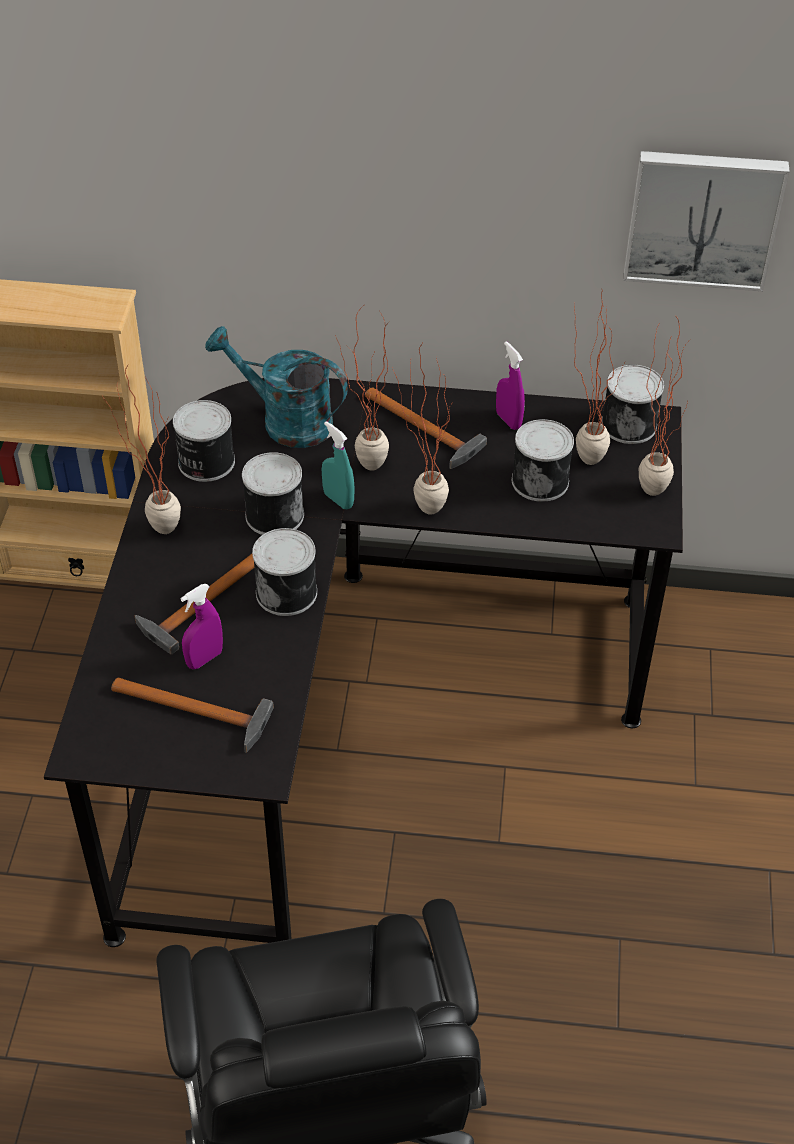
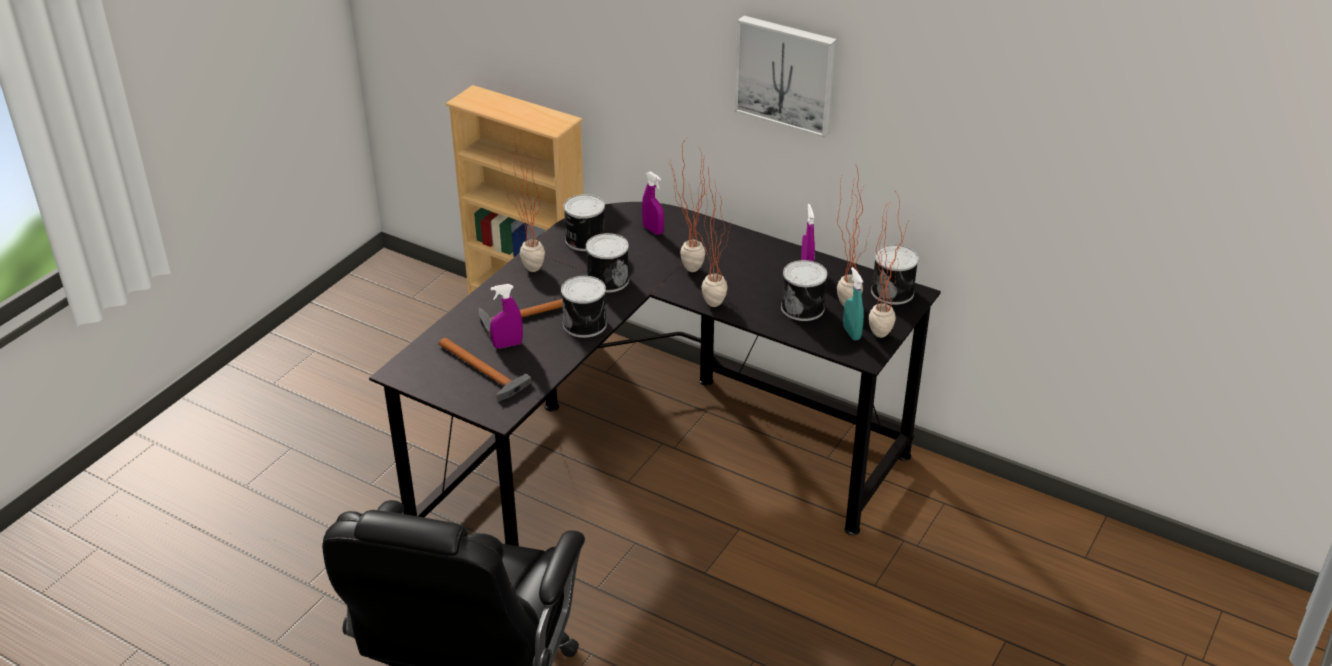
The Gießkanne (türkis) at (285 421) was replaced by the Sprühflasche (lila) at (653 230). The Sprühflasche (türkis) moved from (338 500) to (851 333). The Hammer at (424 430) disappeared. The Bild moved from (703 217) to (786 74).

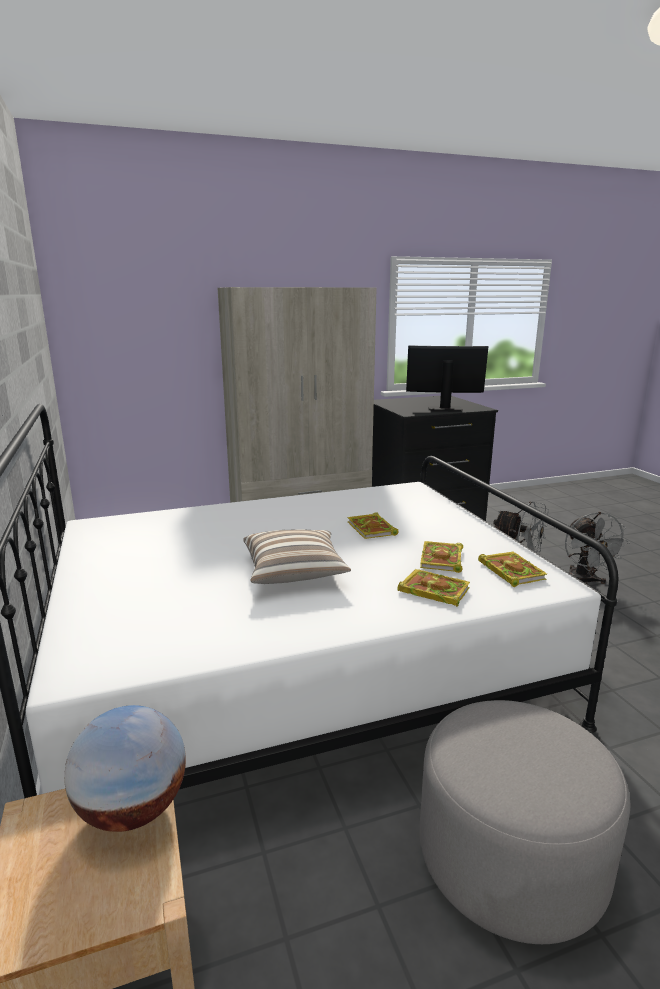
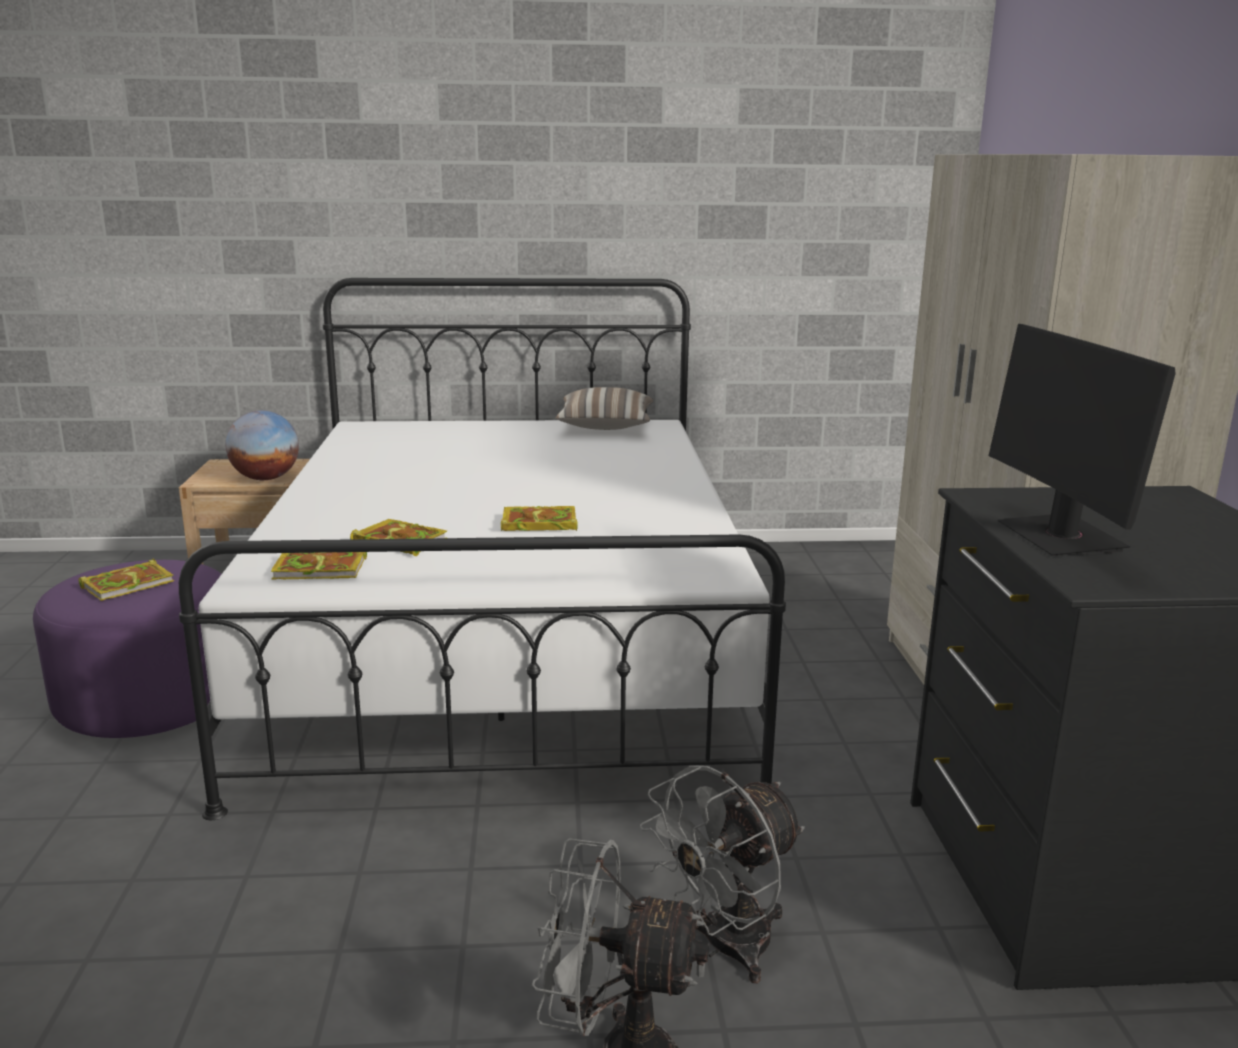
The Kissen moved from (294 572) to (605 428). The Buch moved from (432 590) to (129 584). The Monitor at (444 409) turned 150 degrees clockwise. The Polsterhocker (grau) at (511 857) became the Polsterhocker (lila) at (149 700).

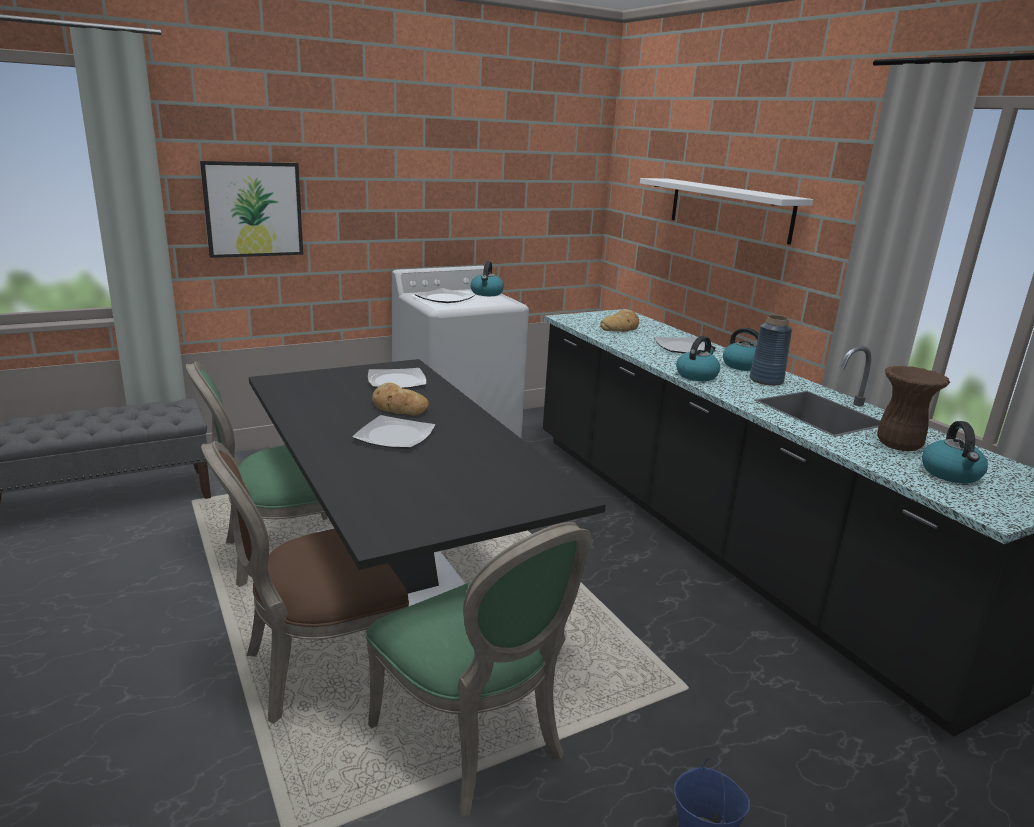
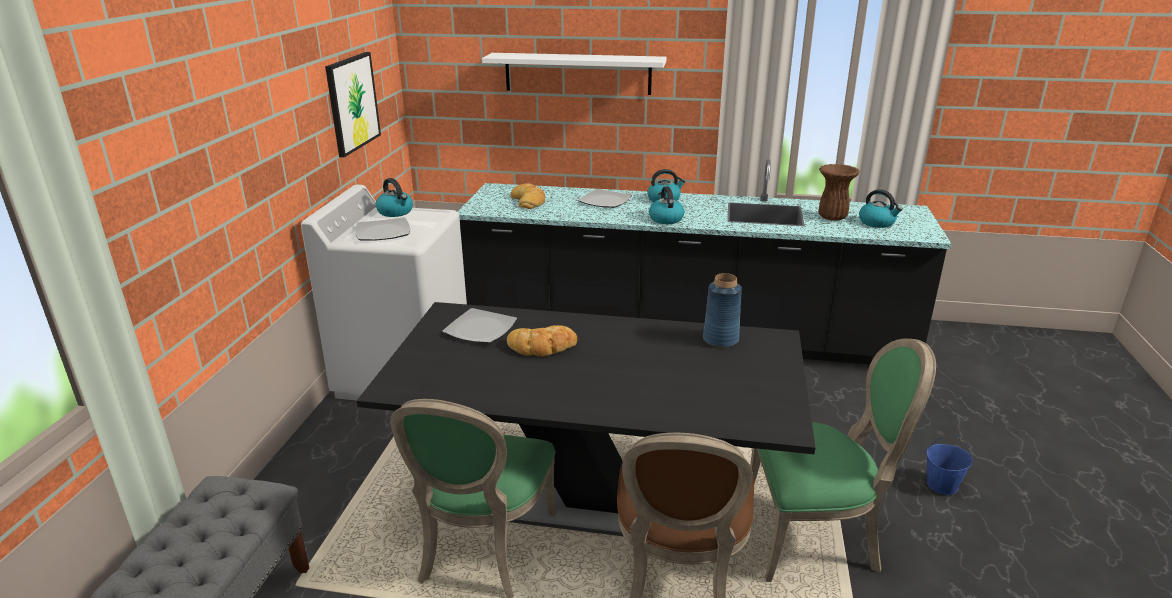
The Bild moved from (253 209) to (352 103). The Teller at (395 436) disappeared. The Vase (blau) moved from (766 380) to (720 339).

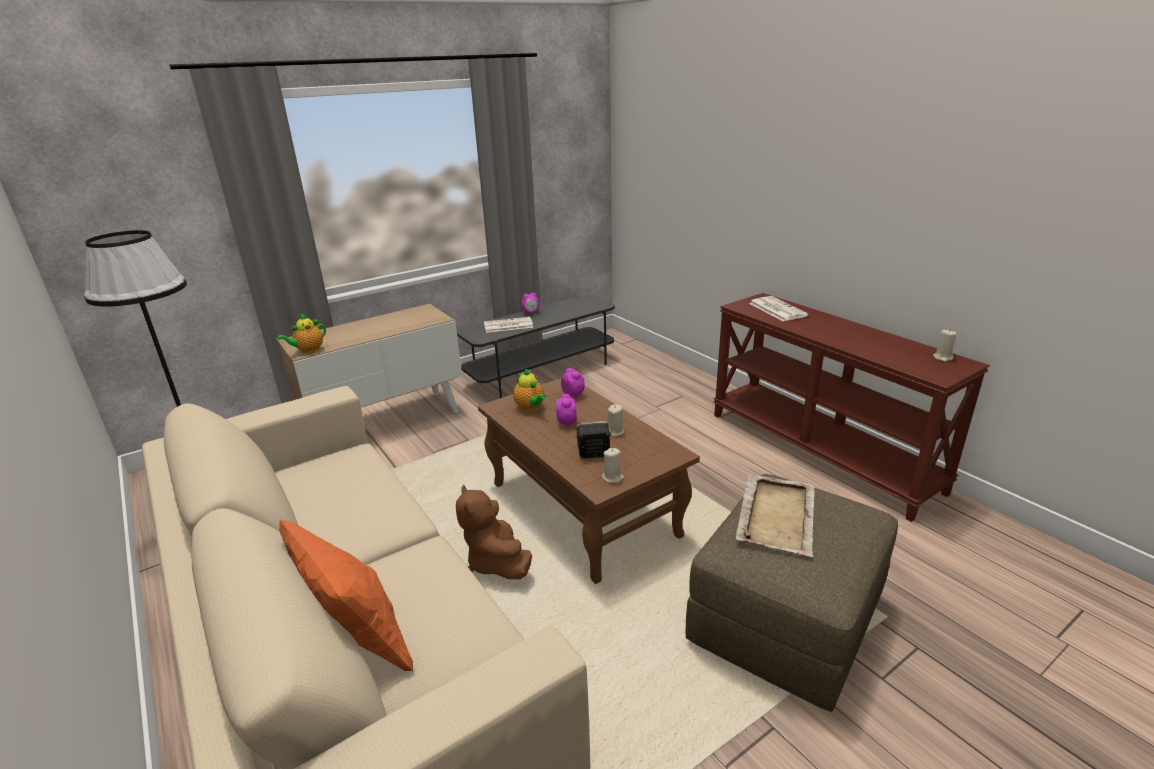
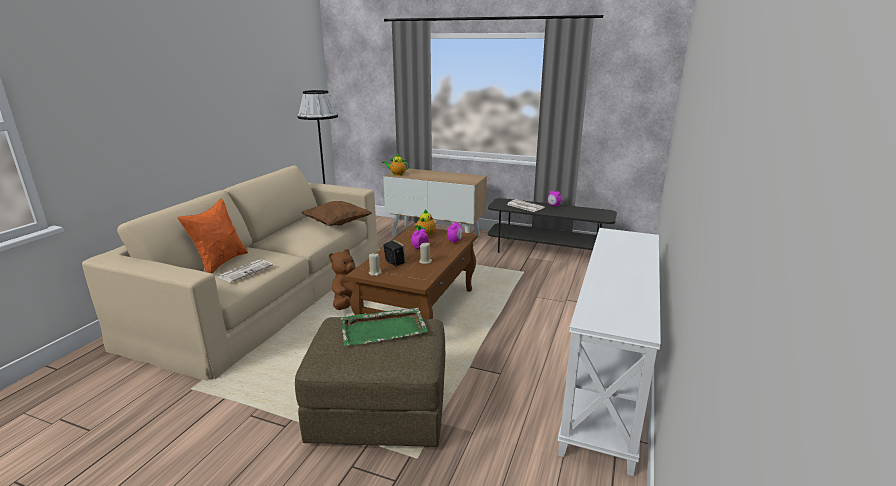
The Konsolentisch (braun) at (820 451) became the Konsolentisch (weiß) at (608 385). The Tablett (beige) at (777 515) became the Tablett (grün) at (384 329). The Zeitung moved from (776 309) to (246 271). The Kerze (beige) at (943 357) disappeared. The Kissen (braun) at (337 224) appeared.

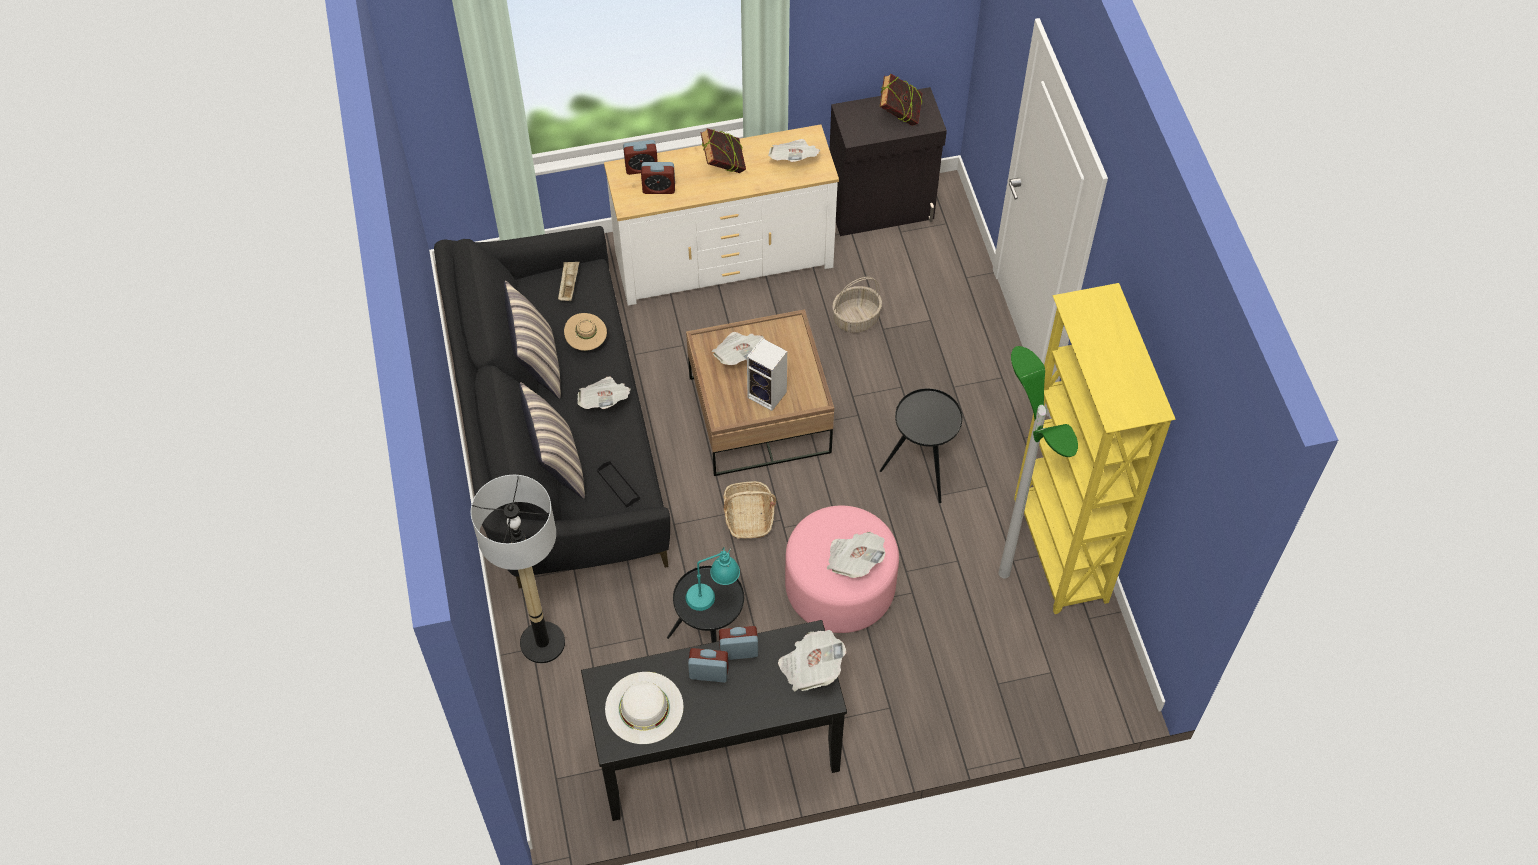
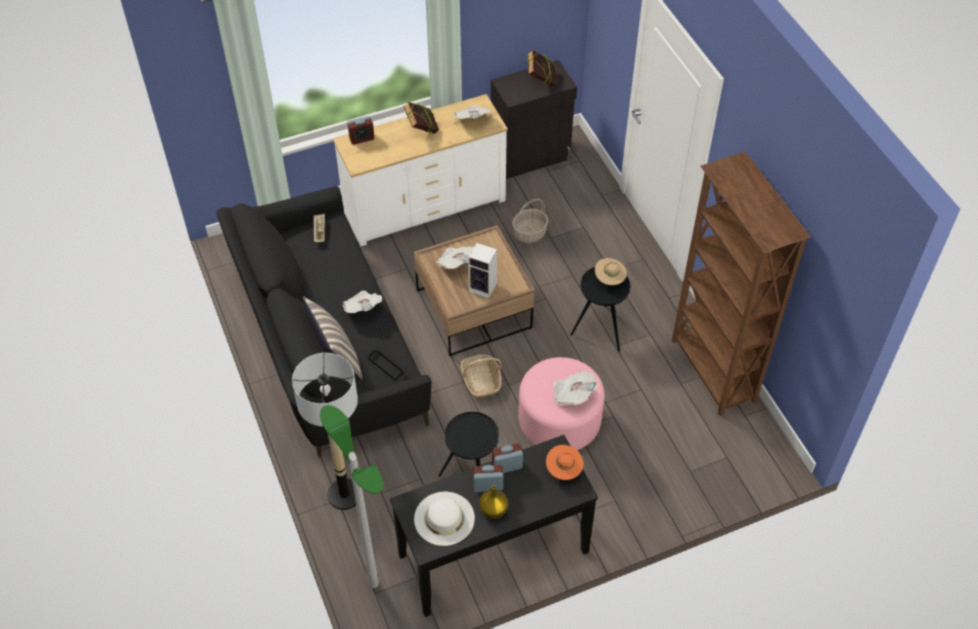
The Kissen at (537 364) disappeared. The Hut (beige) moved from (586 341) to (609 279). The Wecker at (659 188) disappeared. The Tischlampe (türkis) at (713 595) disappeared. The Zeitung at (811 668) was replaced by the Hut (orange) at (564 470). The Stehlampe moved from (1003 573) to (373 583). The Bücherregal (gelb) at (1059 551) became the Bücherregal (braun) at (712 372). The Vase (gelb) at (494 510) appeared.

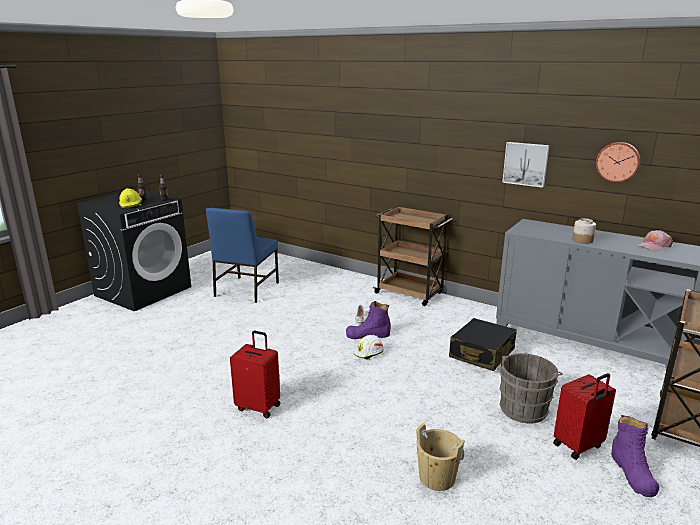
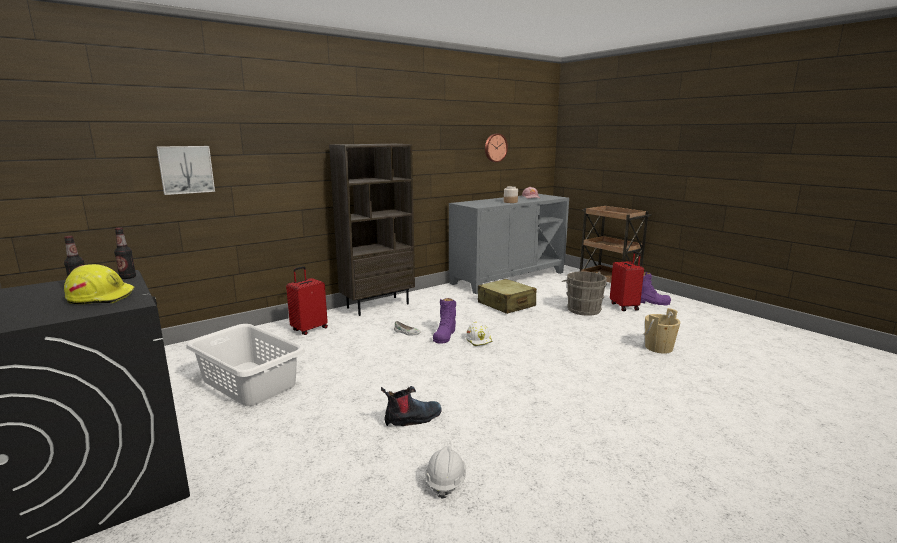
The Stuhl (blau) at (246 290) was replaced by the Wäschekorb (weiß) at (248 383). The Koffer (rot) moved from (259 407) to (309 329). The Rollwagen (braun) at (410 293) was replaced by the Bücherregal (braun) at (378 305). The Koffer (schwarz) at (481 354) became the Koffer (beige) at (506 304). The Bild moved from (525 164) to (186 169). The Stiefel at (412 419) appeared. The Schutzhelm (weiß) at (445 481) appeared.

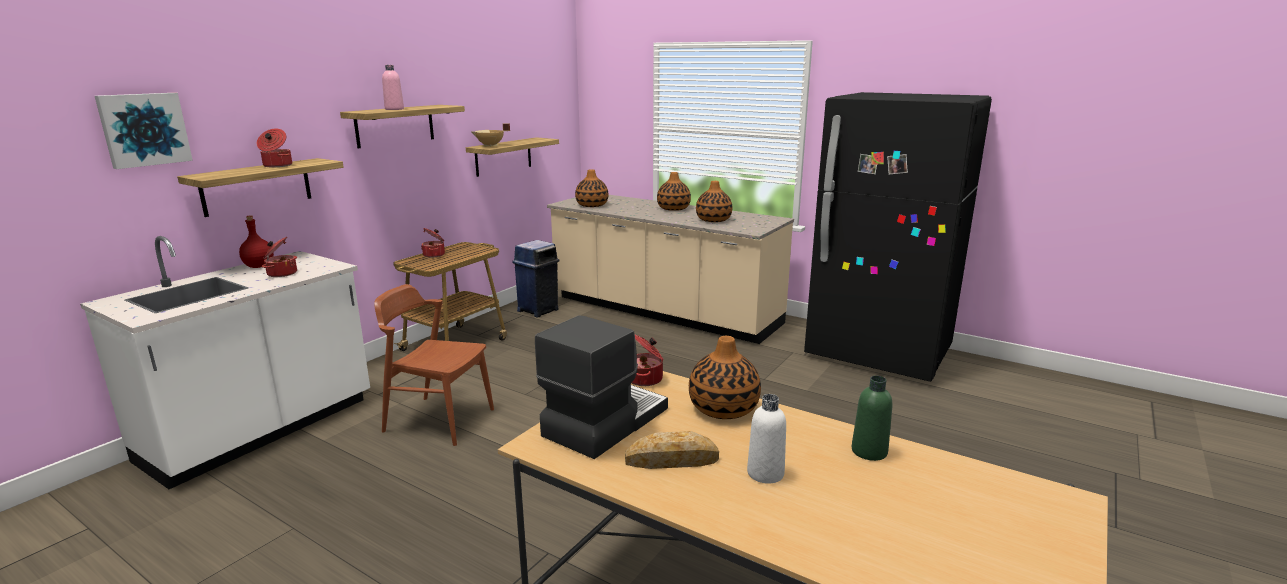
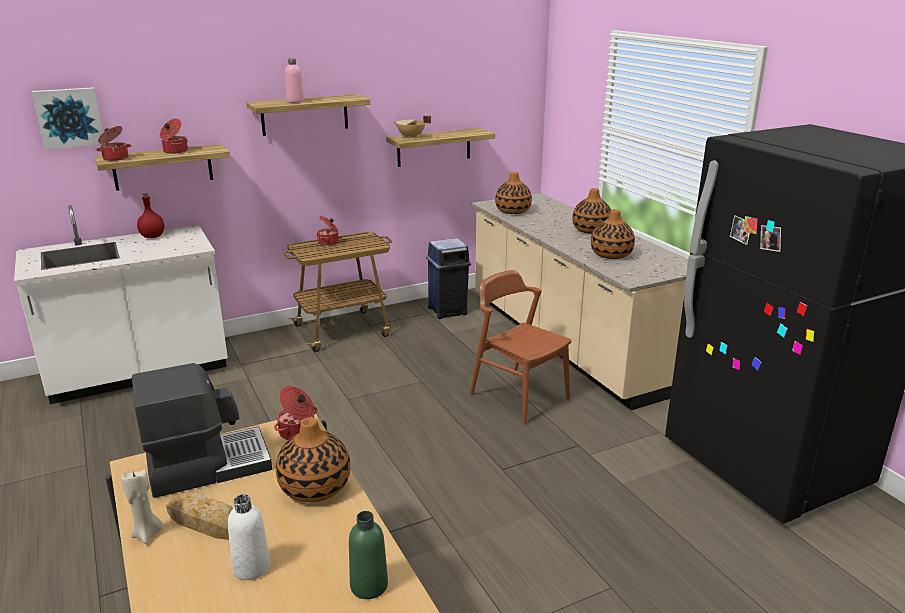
The Kochtopf moved from (281 273) to (115 158). The Stuhl (braun) moved from (439 420) to (519 397). The Kerze (beige) at (147 534) appeared.

